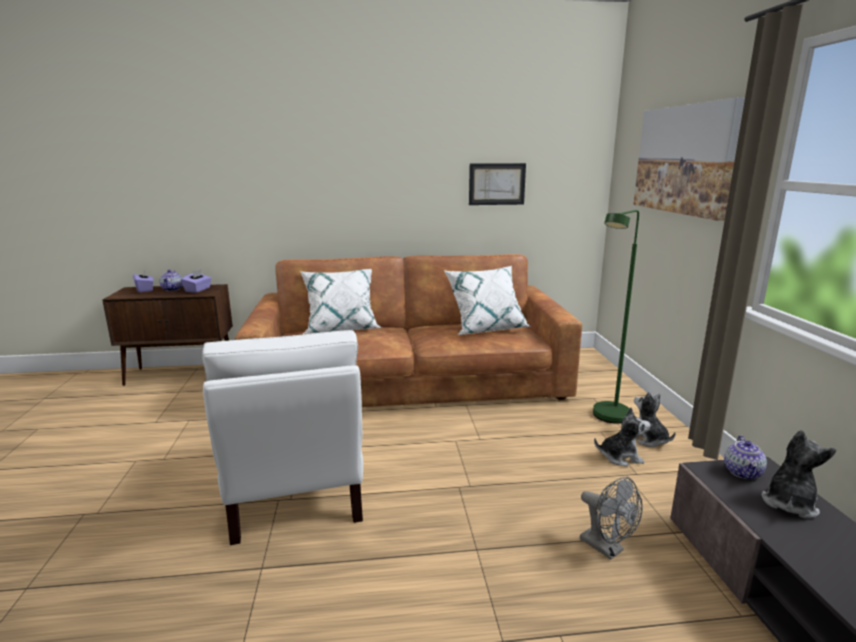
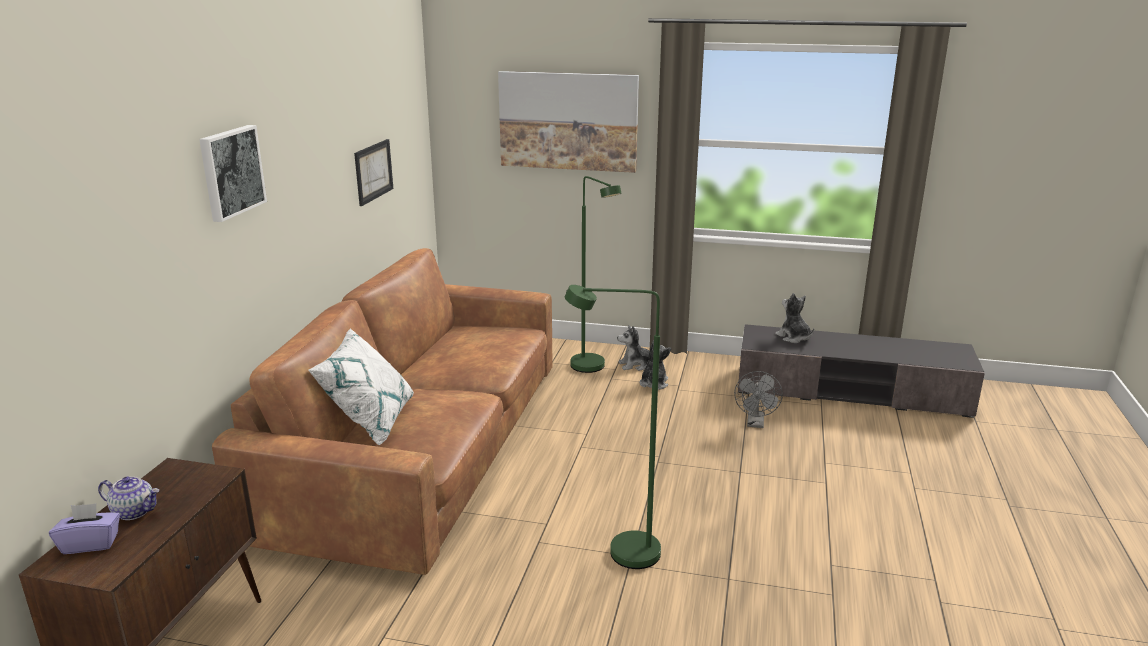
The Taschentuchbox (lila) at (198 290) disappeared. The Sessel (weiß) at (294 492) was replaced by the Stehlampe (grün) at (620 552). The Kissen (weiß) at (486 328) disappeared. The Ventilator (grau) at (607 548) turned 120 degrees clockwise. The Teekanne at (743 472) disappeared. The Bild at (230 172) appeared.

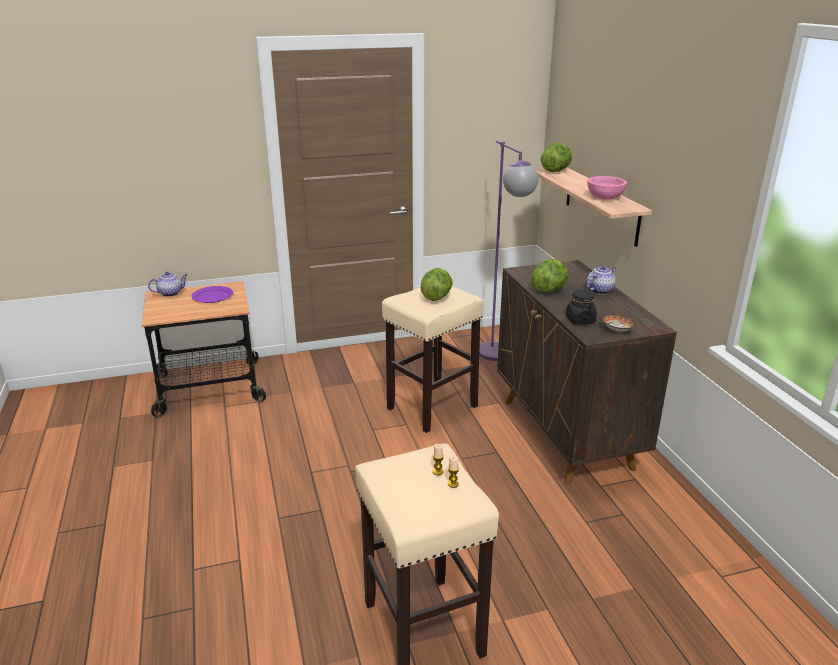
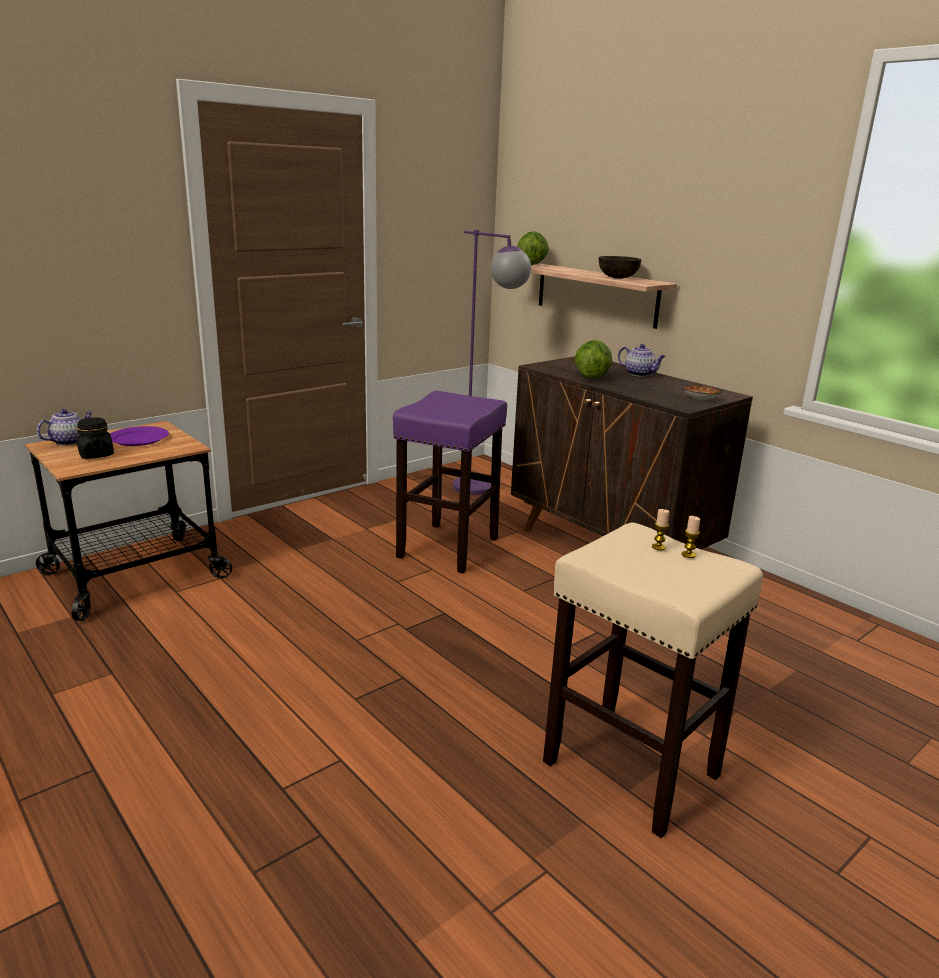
The Hocker (beige) at (431 407) became the Hocker (lila) at (448 548). The Salatkopf at (436 297) disappeared. The Vorratsglas (schwarz) moved from (580 320) to (96 454). The Teekanne at (600 290) turned 105 degrees clockwise. The Schüssel (rosa) at (604 198) became the Schüssel (braun) at (617 278).

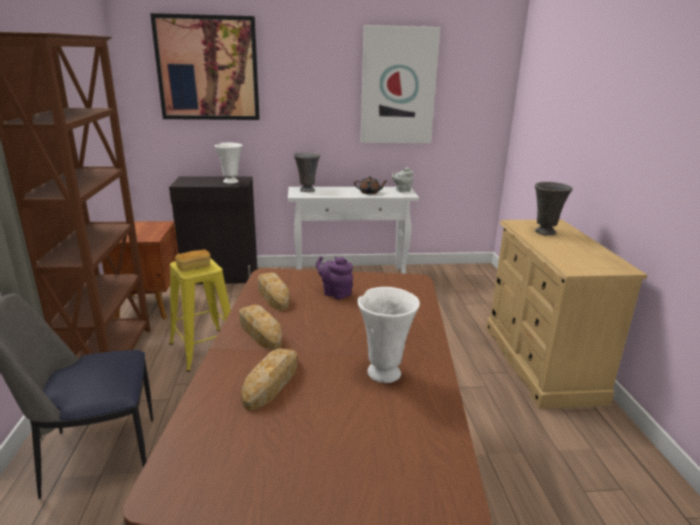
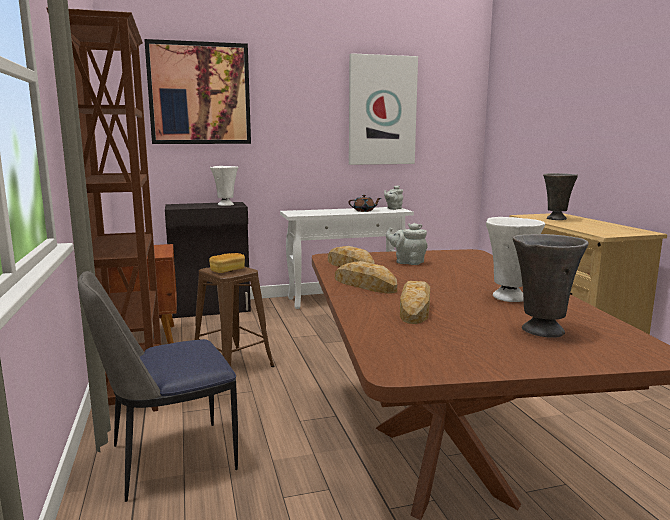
The Hocker (gelb) at (204 349) became the Hocker (braun) at (232 365). The Vase (grau) moved from (307 190) to (541 331). The Teekanne (lila) at (335 293) became the Teekanne (grau) at (407 262).

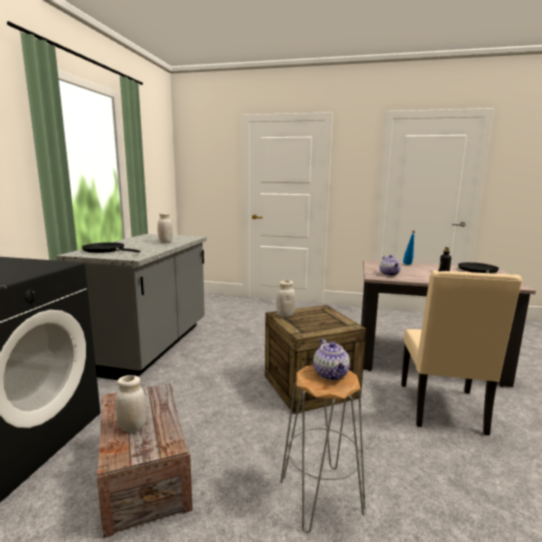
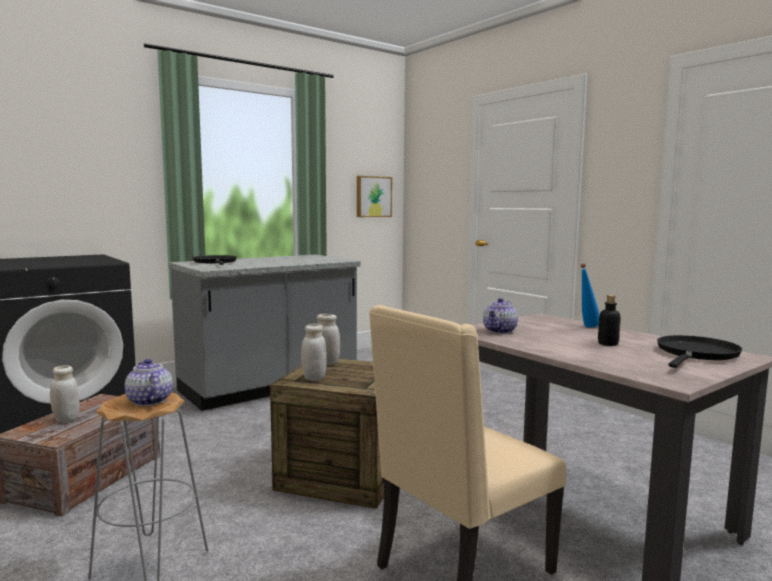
The Vorratsglas (weiß) moved from (165 242) to (314 378). The Teekanne at (331 374) turned 120 degrees clockwise. The Bild at (373 196) appeared.

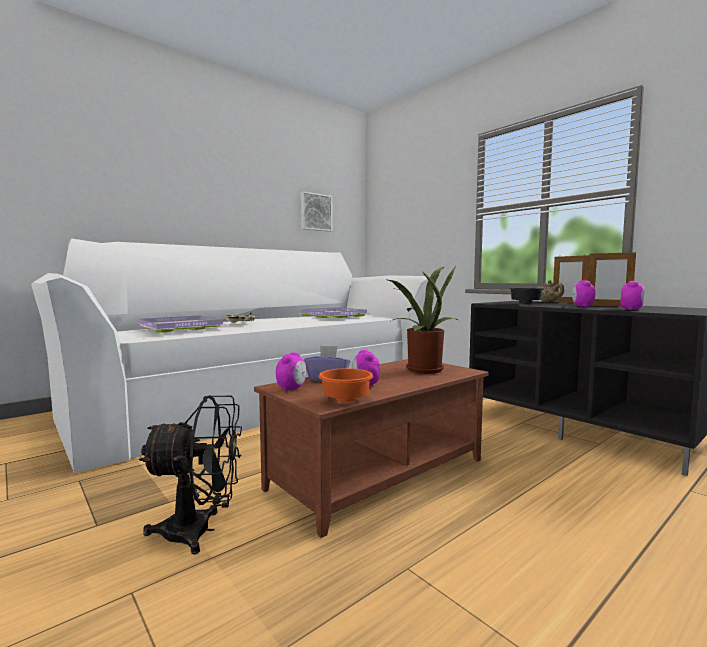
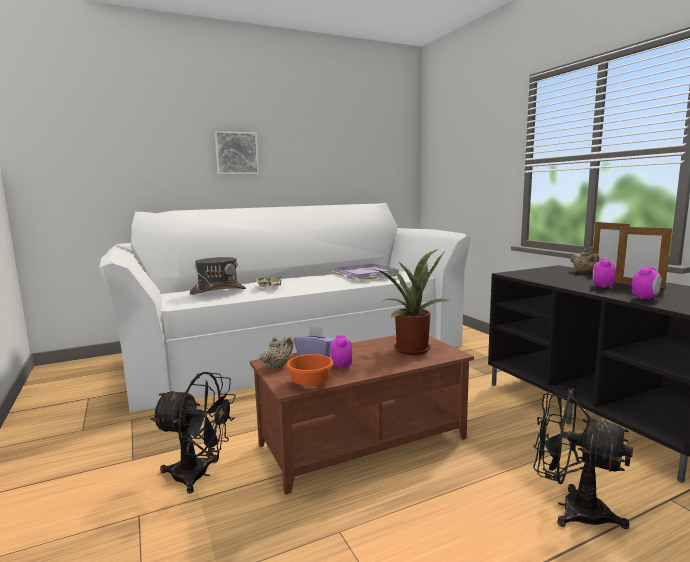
The Tablett (lila) at (182 327) was replaced by the Hut (grau) at (218 291). The Wecker at (292 389) was replaced by the Teekanne (beige) at (277 366). The Bild moved from (315 212) to (236 153). The Schüssel (schwarz) at (524 304) disappeared. The Ventilator (schwarz) at (571 508) appeared.

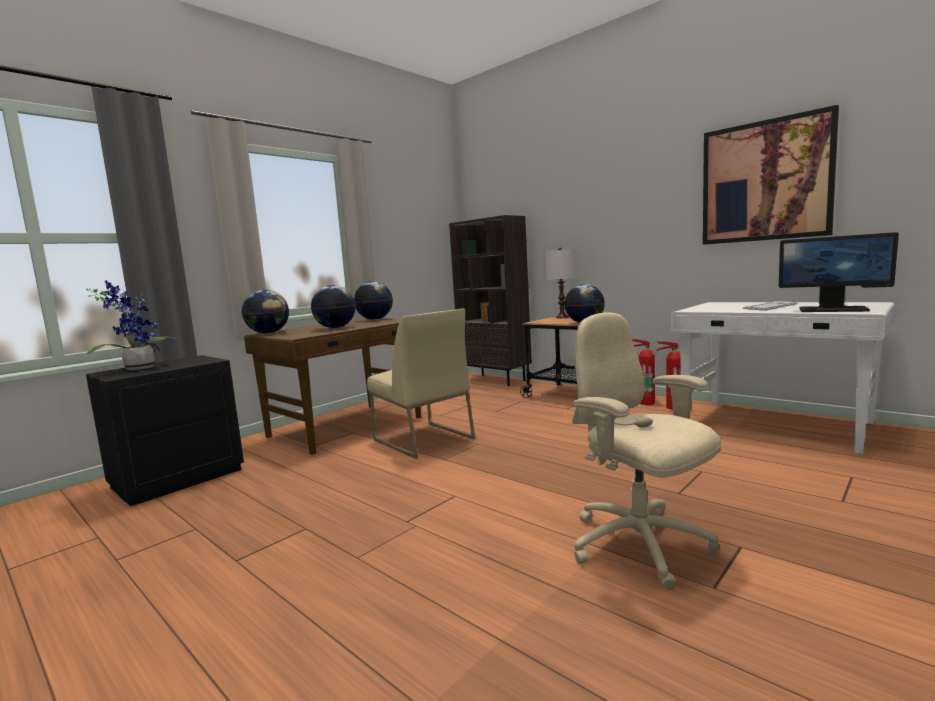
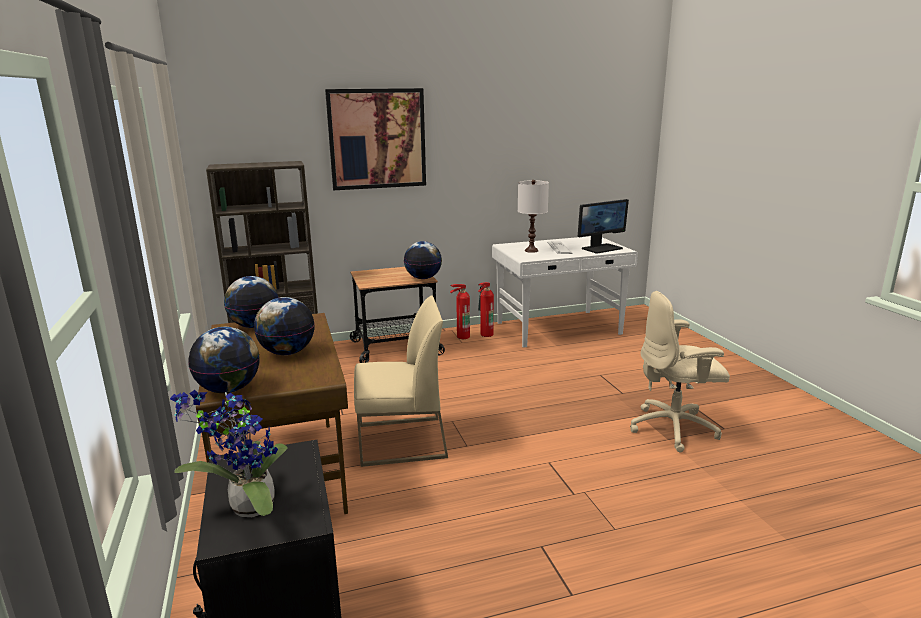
The Tischlampe (weiß) moved from (562 317) to (531 250). The Bild moved from (765 181) to (377 139).

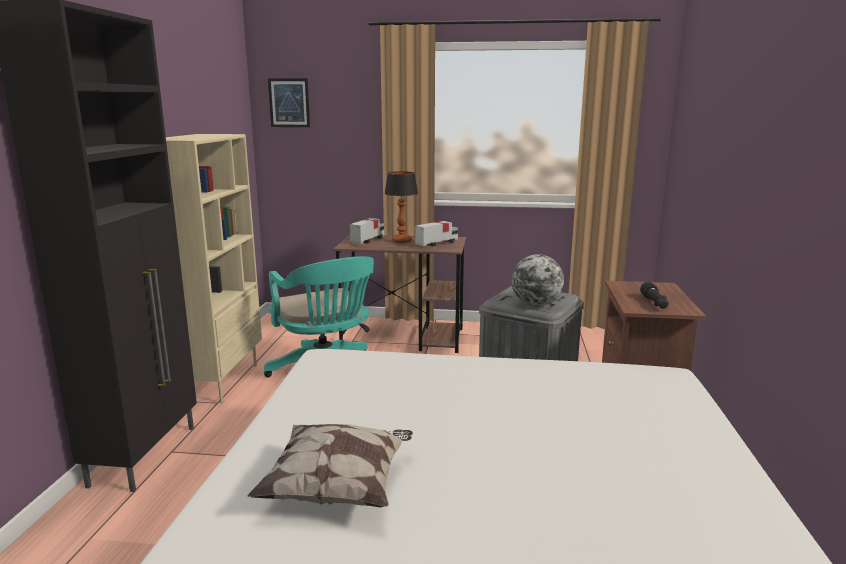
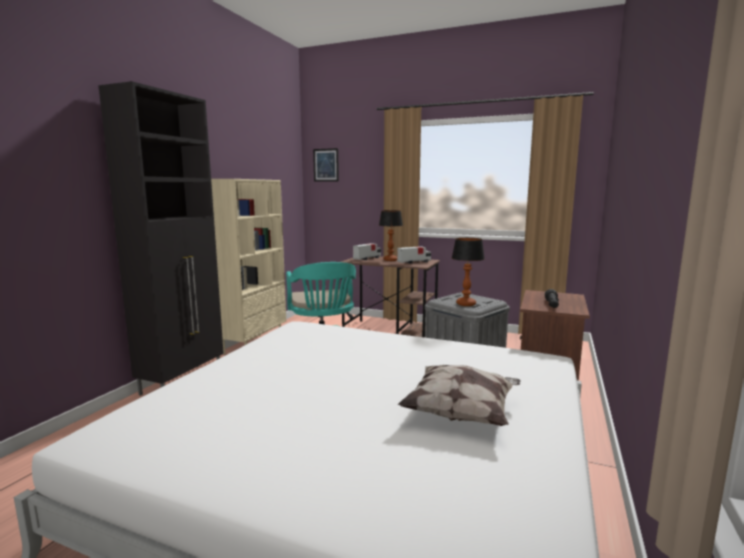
The Kissen moved from (339 487) to (462 413). The Globus at (536 305) was replaced by the Tischlampe at (466 304).

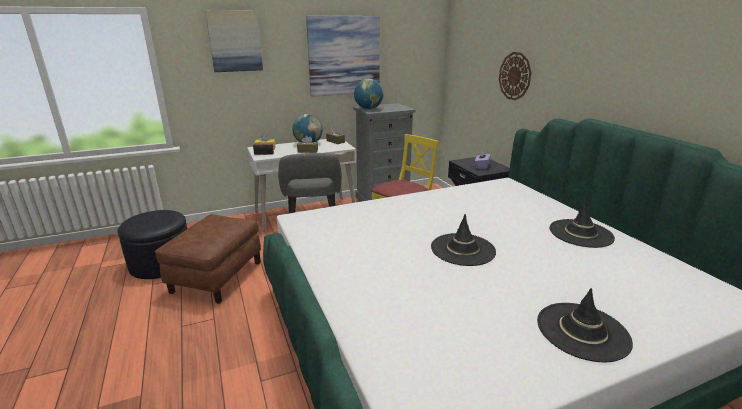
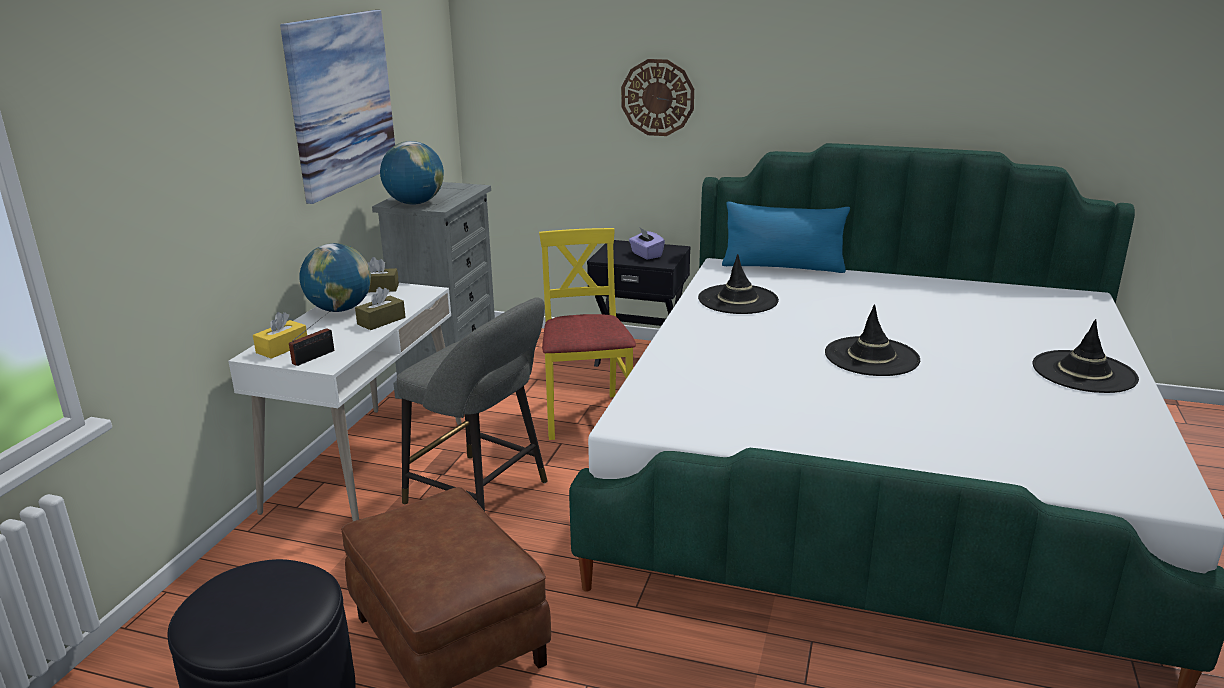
The Bild at (235 41) disappeared. The Hut (schwarz) moved from (580 233) to (738 300). The Kissen (blau) at (783 267) appeared.

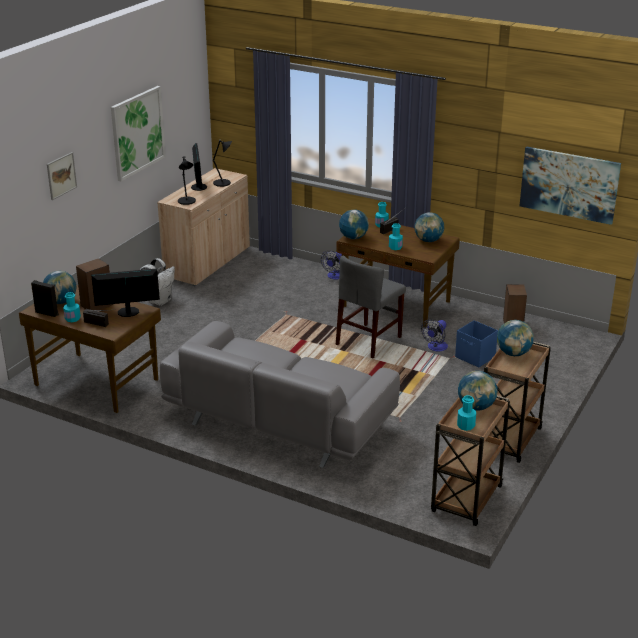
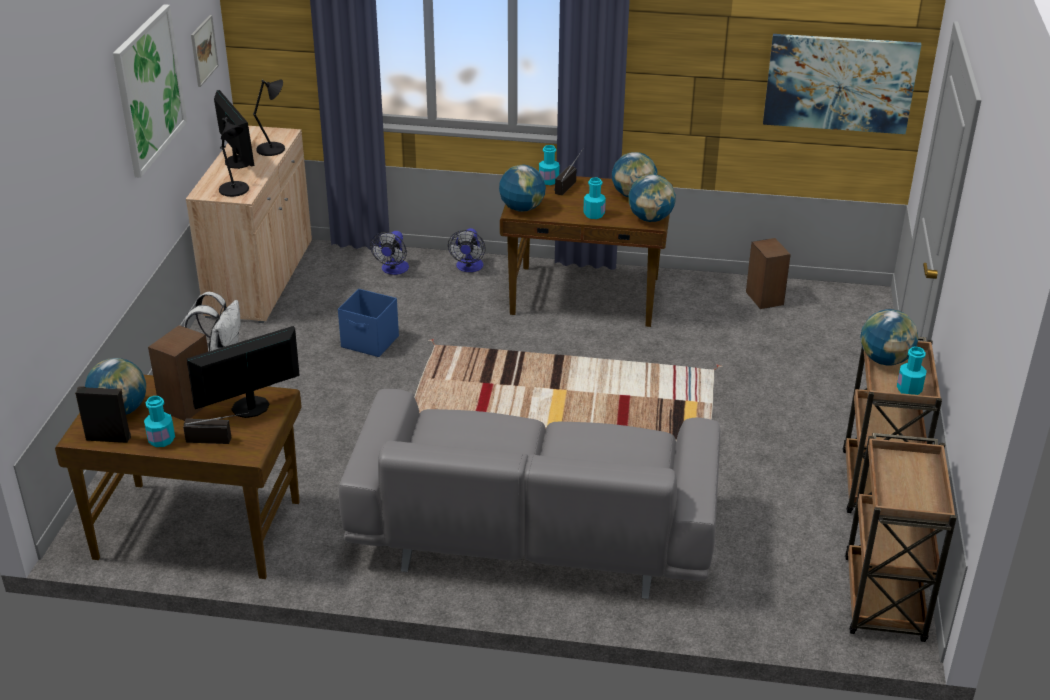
The Bild moved from (61 175) to (203 50). The Stuhl (grau) at (368 341) disappeared. The Ventilator moved from (435 348) to (393 270). The Aufbewahrungsbox (blau) moved from (475 357) to (370 342). The Flasche (türkis) moved from (466 426) to (909 389). The Globus moved from (476 407) to (650 219).

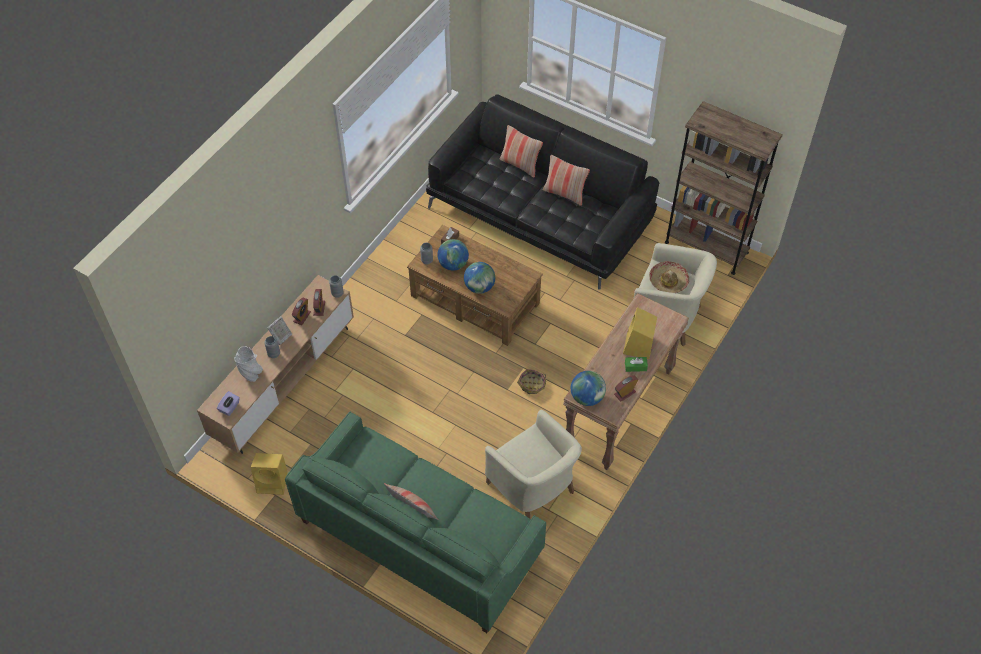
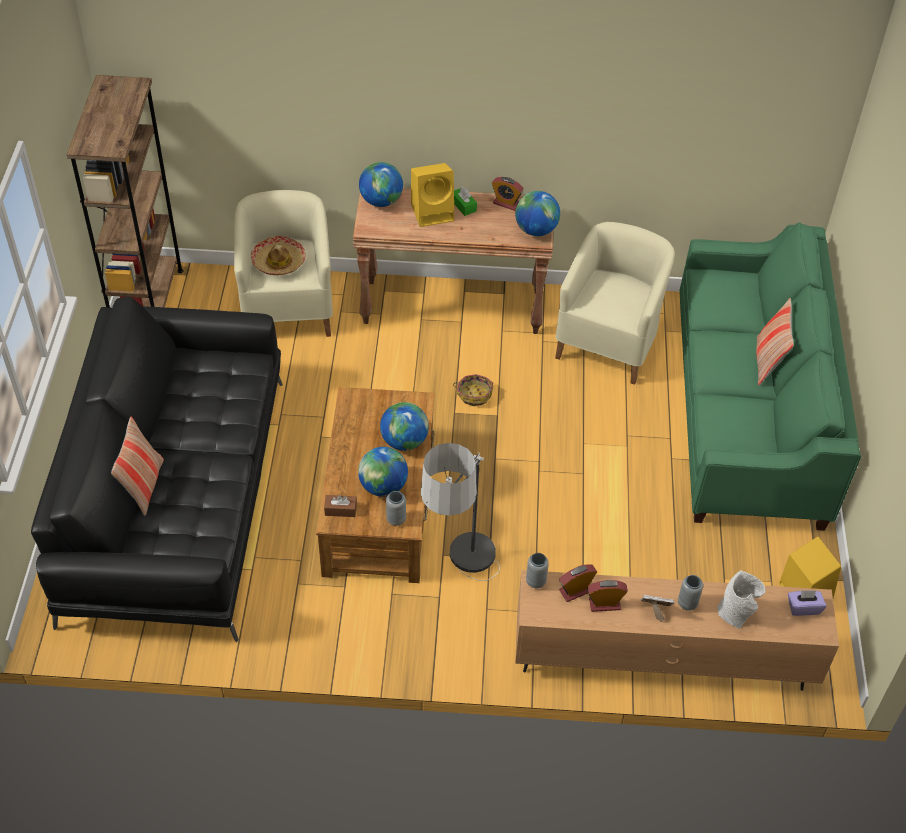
The Kissen at (564 193) disappeared. The Globus at (381 201) appeared. The Stehlampe at (461 585) appeared.

